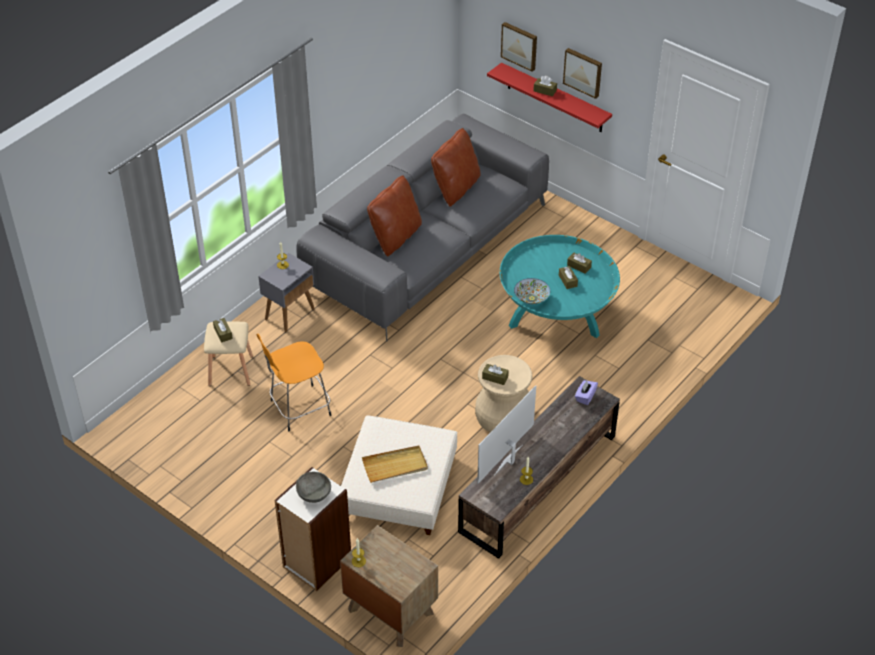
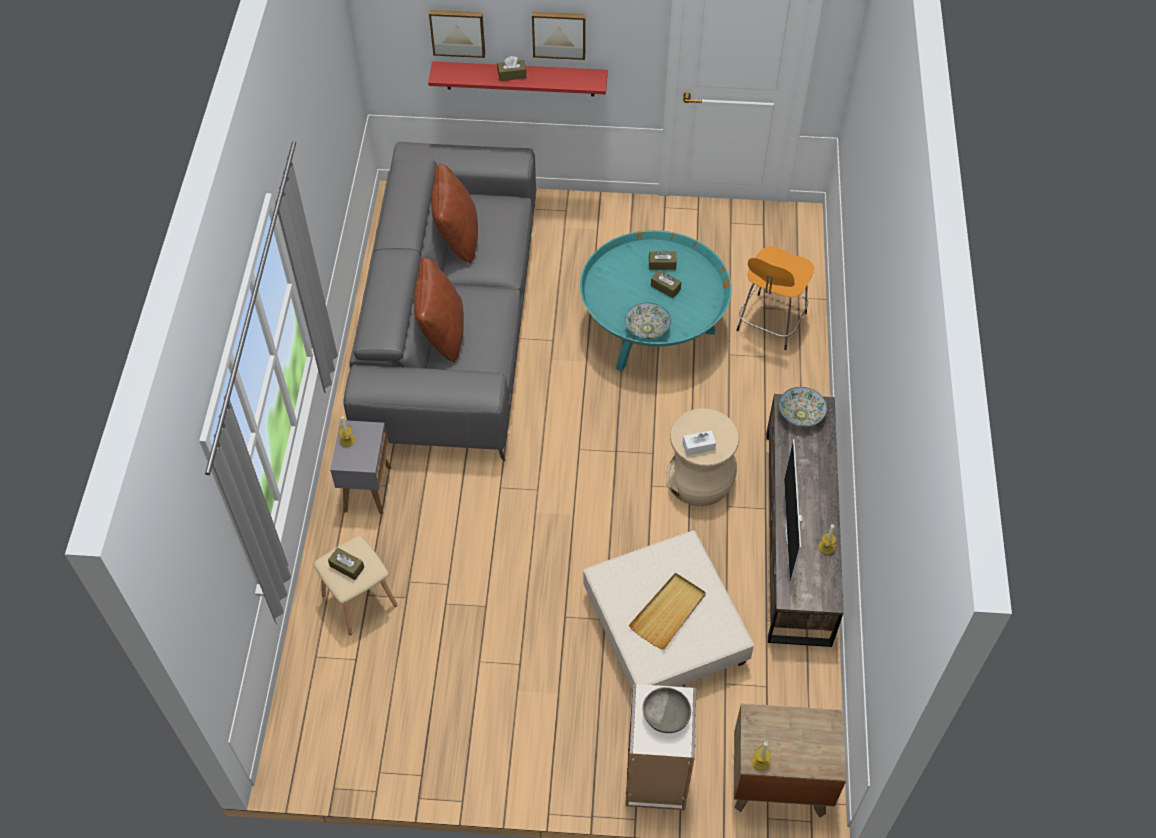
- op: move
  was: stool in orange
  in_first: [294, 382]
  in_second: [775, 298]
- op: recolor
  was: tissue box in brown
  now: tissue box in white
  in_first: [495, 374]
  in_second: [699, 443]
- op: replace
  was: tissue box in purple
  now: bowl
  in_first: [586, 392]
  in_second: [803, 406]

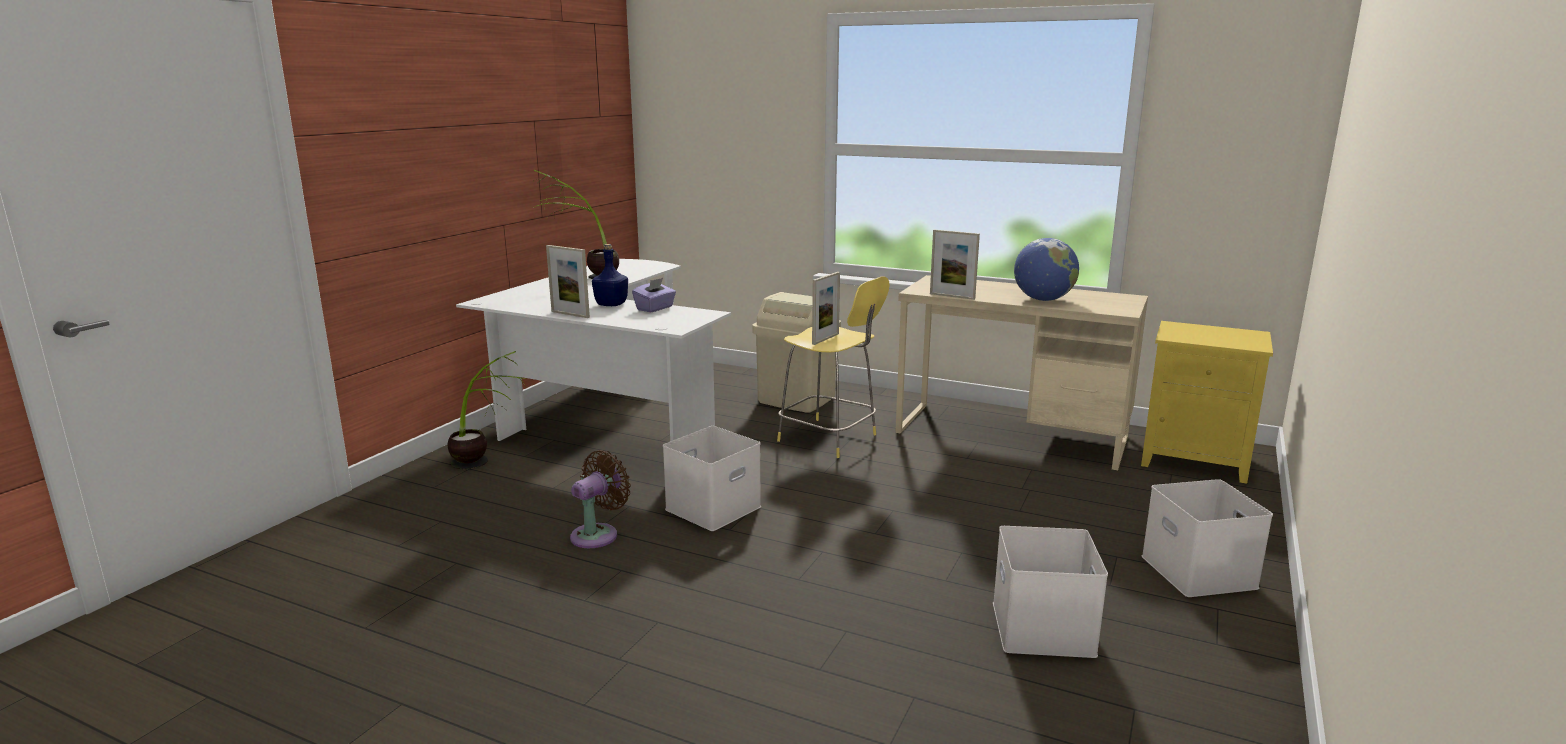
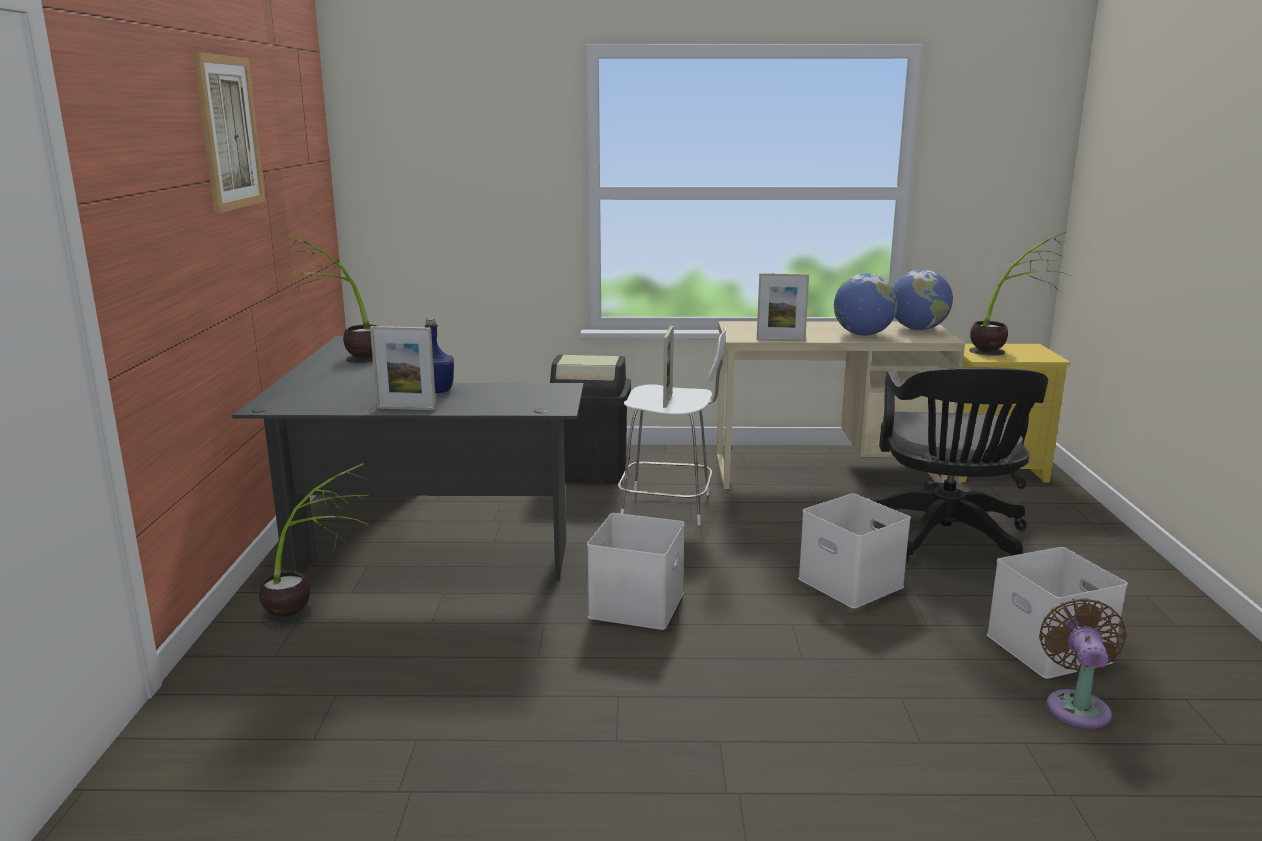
- op: recolor
  was: desk in white
  now: desk in black
  in_first: [593, 357]
  in_second: [407, 459]
- op: move
  was: fan in brown
  in_first: [600, 499]
  in_second: [1083, 663]
- op: delete
  was: tissue box in purple
  in_first: [654, 295]
- op: recolor
  was: trash can in beige
  now: trash can in black
  in_first: [796, 352]
  in_second: [590, 419]
- op: recolor
  was: stool in yellow
  now: stool in white
  in_first: [833, 367]
  in_second: [672, 425]
- op: move
  was: storage box in white
  in_first: [1207, 538]
  in_second: [854, 550]
- op: insert
  now: picture
  in_second: [229, 132]
- op: insert
  now: office chair in black
  in_second: [957, 464]
- op: insert
  now: globe
  in_second: [923, 299]
- op: insert
  now: potted plant
  in_second: [1020, 293]

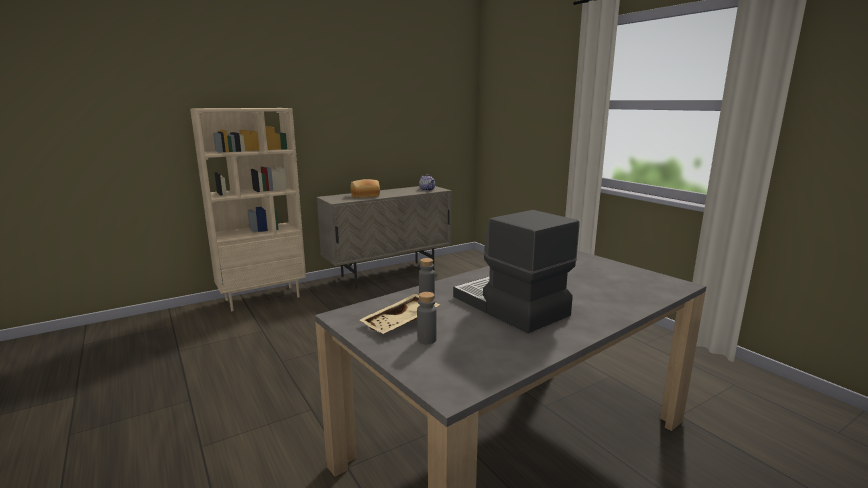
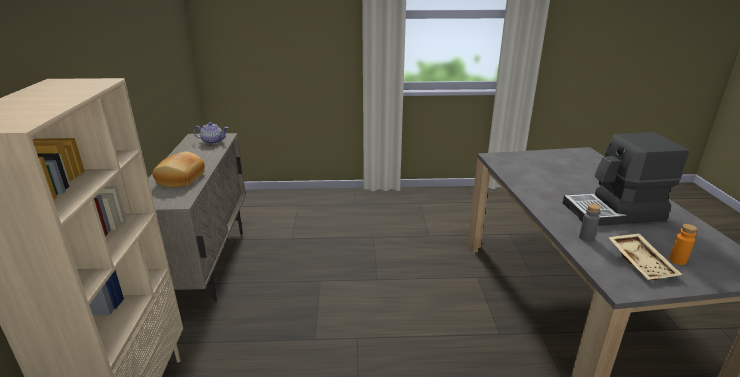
- op: recolor
  was: bottle in grey
  now: bottle in orange
  in_first: [427, 318]
  in_second: [683, 244]

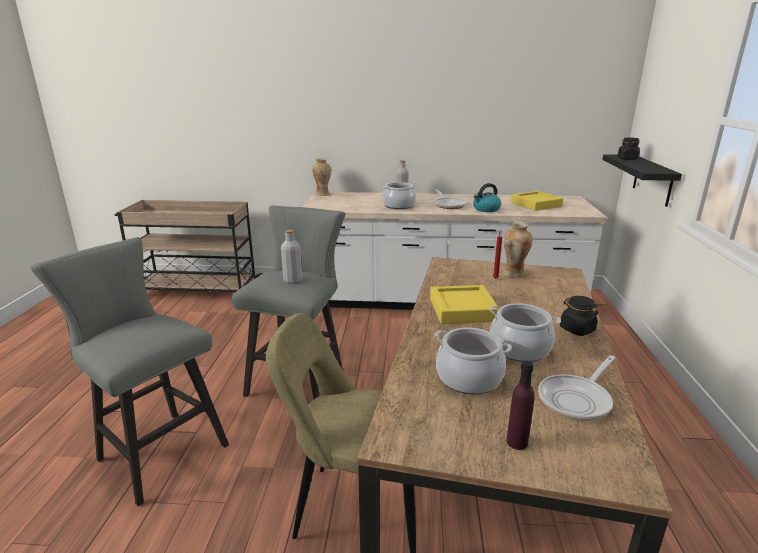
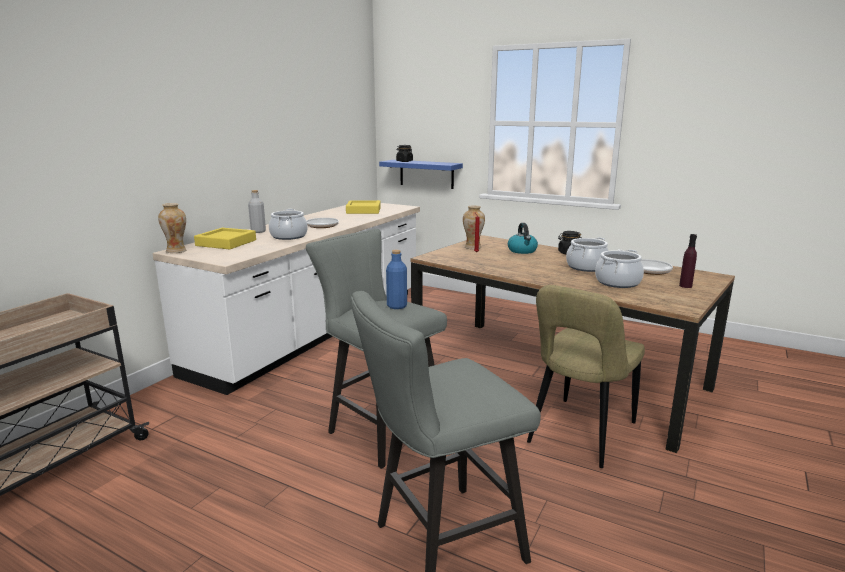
- op: recolor
  was: bottle in grey
  now: bottle in blue
  in_first: [291, 257]
  in_second: [396, 279]
- op: move
  was: tray in yellow
  in_first: [464, 304]
  in_second: [225, 238]
- op: move
  was: kettle
  in_first: [487, 197]
  in_second: [523, 238]
- op: recolor
  was: shelf in black
  now: shelf in blue
  in_first: [642, 180]
  in_second: [421, 174]

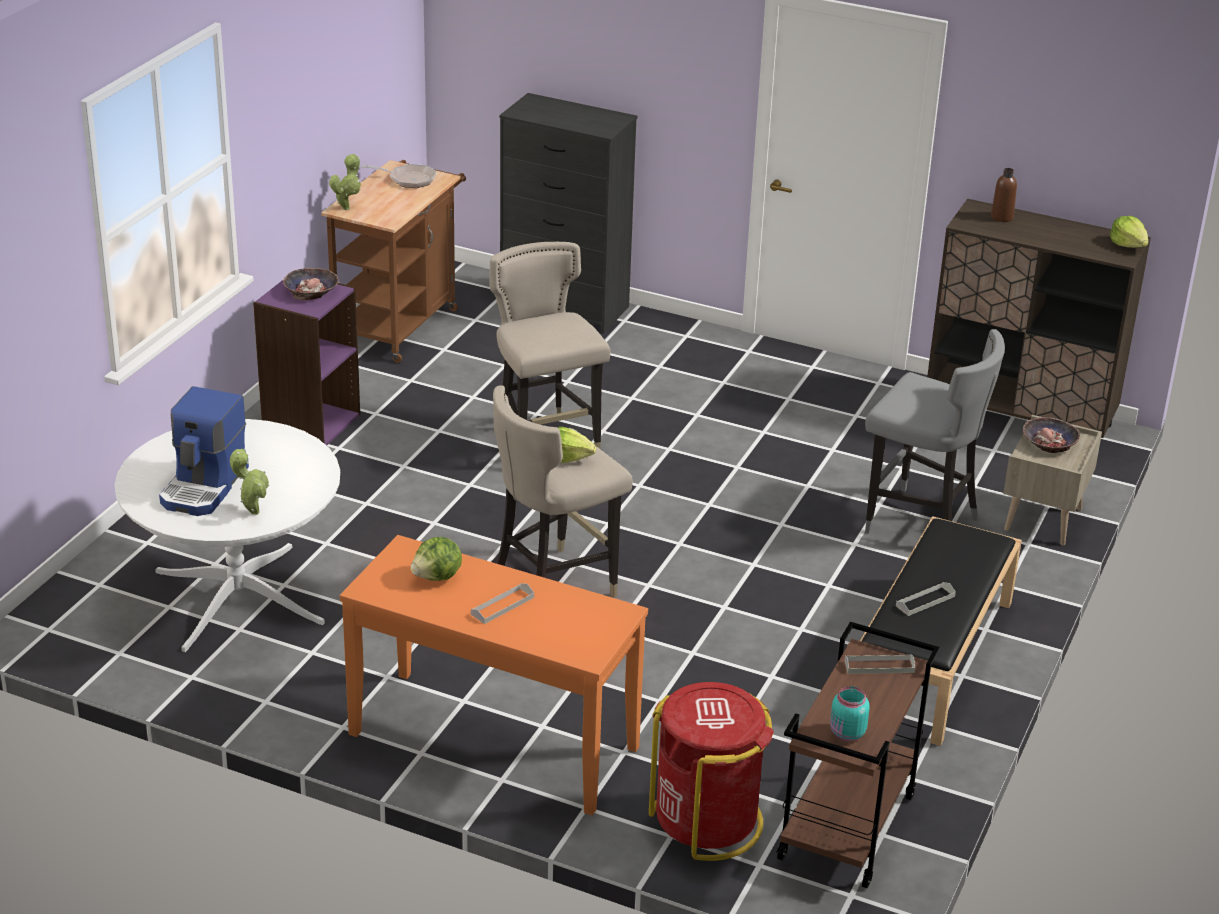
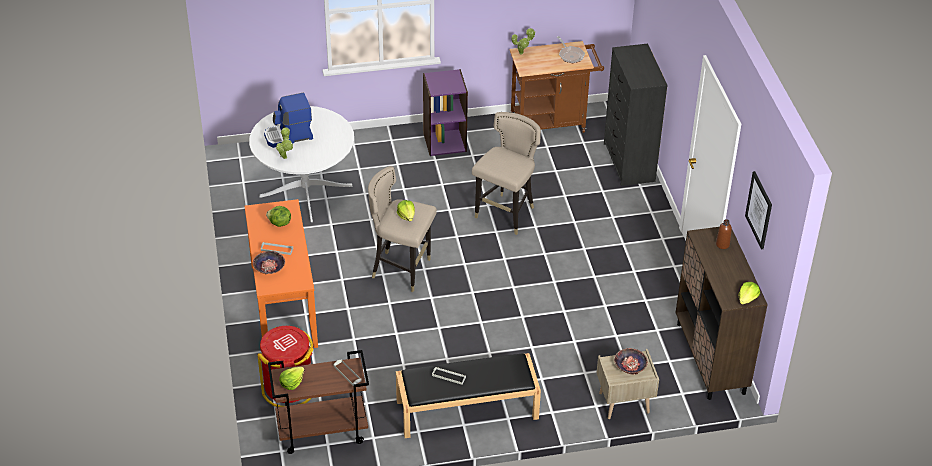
- op: move
  was: bowl
  in_first: [311, 284]
  in_second: [269, 262]
- op: replace
  was: jar in turquoise
  now: lettuce
  in_first: [850, 713]
  in_second: [292, 378]
- op: delete
  was: stool in grey
  in_first: [935, 431]
- op: insert
  now: picture
  in_second: [758, 210]

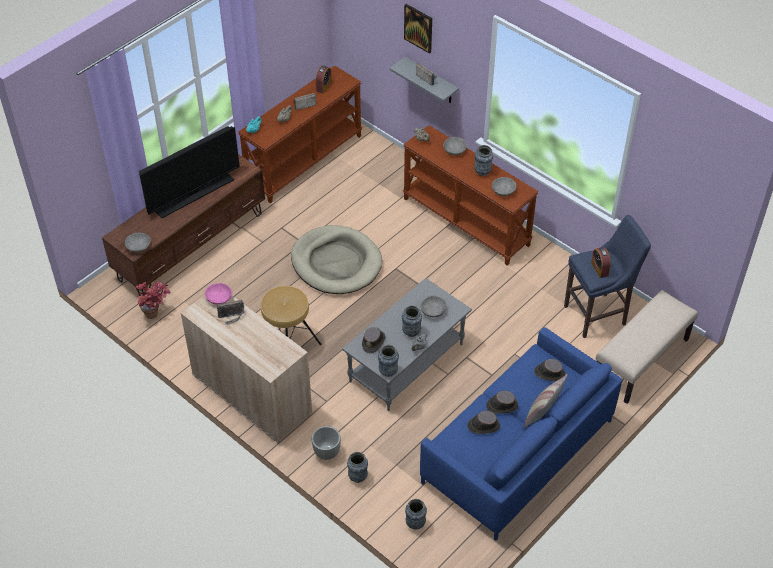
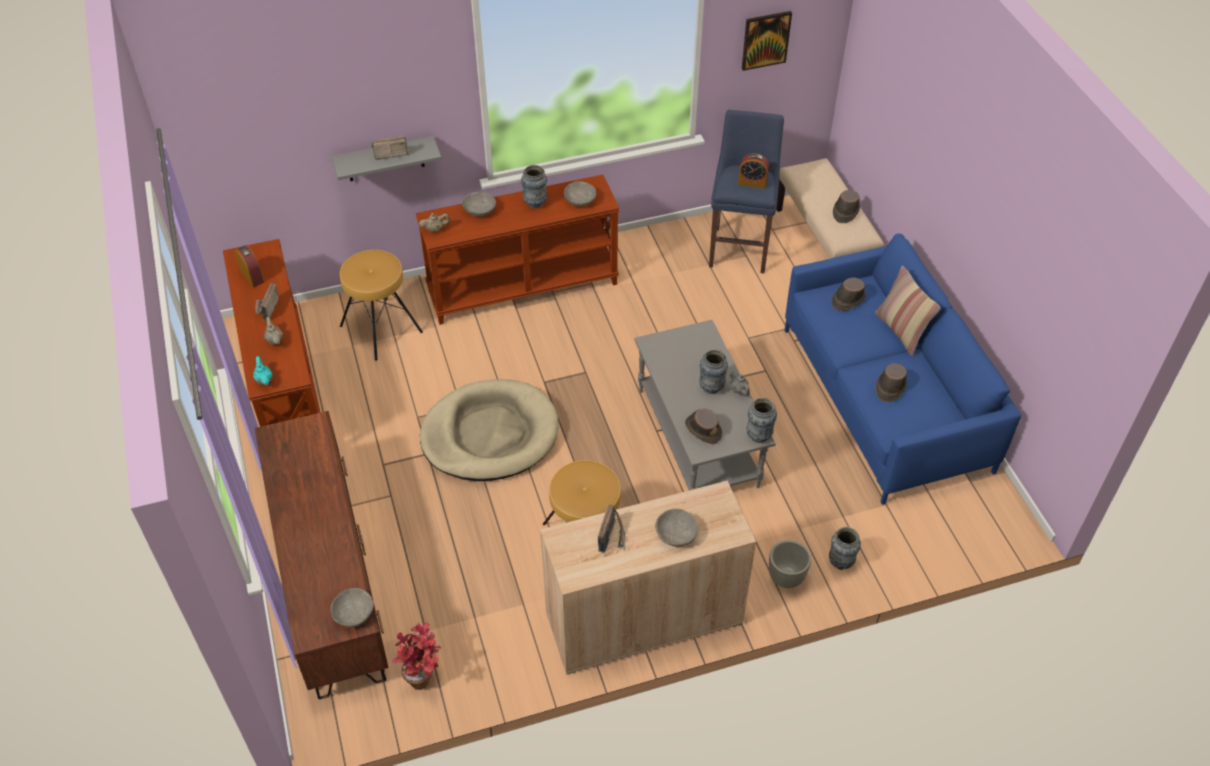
- op: delete
  was: television
  in_first: [189, 172]
- op: delete
  was: bowl in pink
  in_first: [218, 294]
- op: move
  was: picture
  in_first: [418, 29]
  in_second: [767, 41]
- op: delete
  was: vase
  in_first: [416, 514]
- op: move
  was: bowl in grey
  in_first: [433, 306]
  in_second: [676, 528]
- op: move
  was: hat in brown
  in_first: [502, 402]
  in_second: [846, 206]
- op: insert
  now: stool in brown
  in_second: [381, 305]

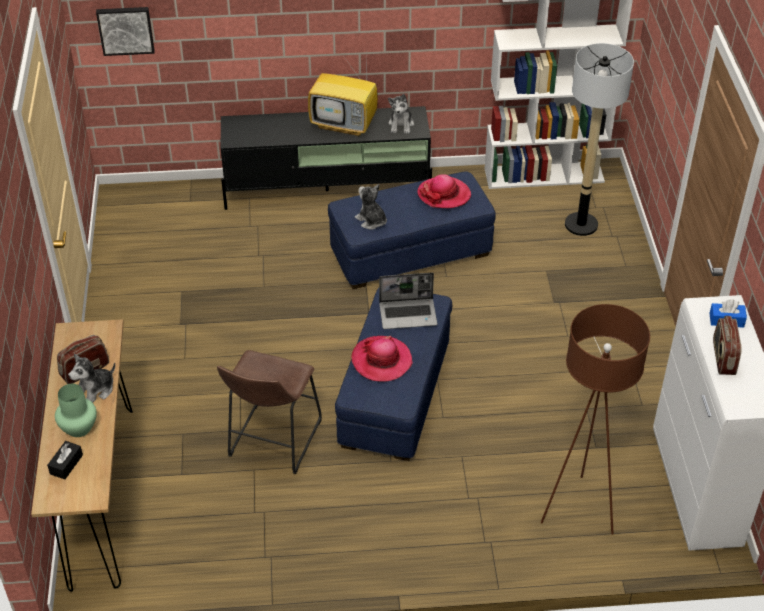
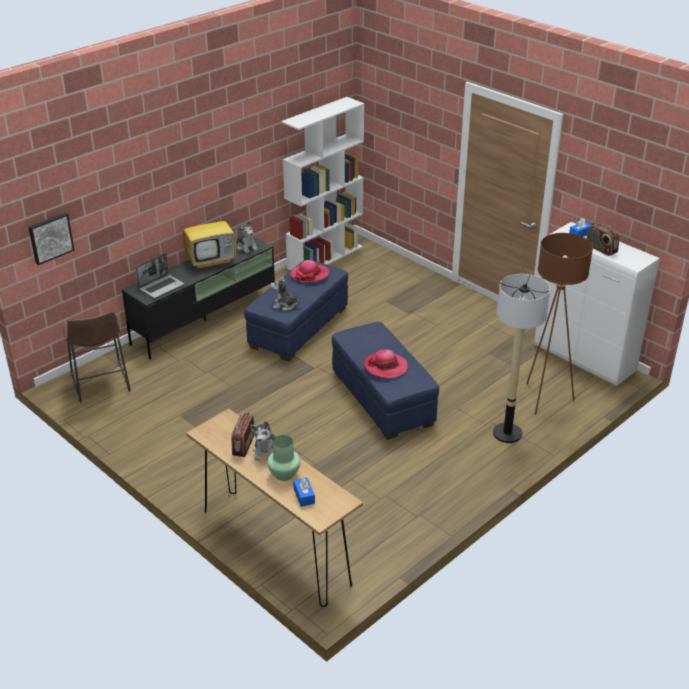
- op: recolor
  was: tissue box in black
  now: tissue box in blue
  in_first: [65, 460]
  in_second: [304, 492]
- op: move
  was: stool in brown
  in_first: [269, 412]
  in_second: [96, 357]
- op: move
  was: laptop
  in_first: [408, 301]
  in_second: [159, 275]
- op: move
  was: floor lamp
  in_first: [599, 139]
  in_second: [521, 358]

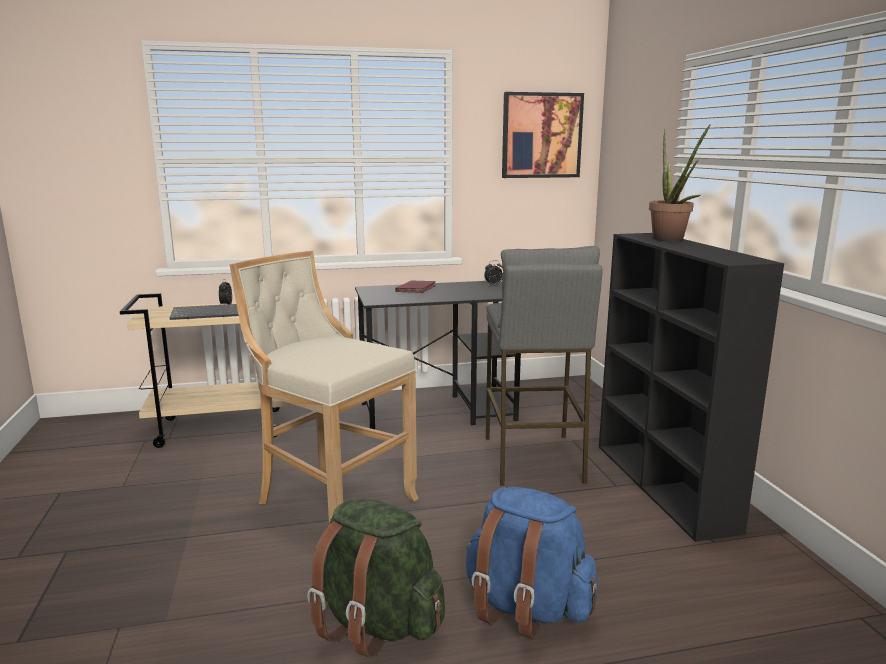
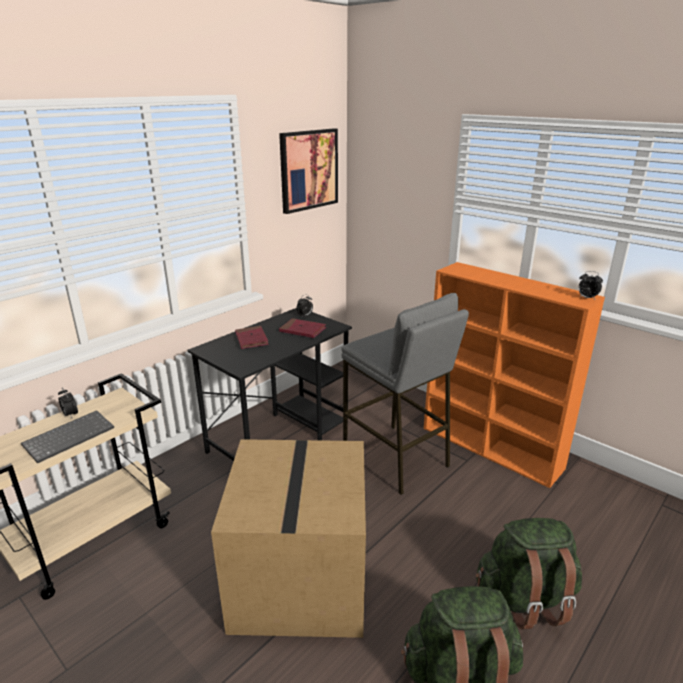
- op: replace
  was: stool in beige
  now: cardboard box
  in_first: [324, 387]
  in_second: [288, 538]
- op: recolor
  was: backpack in blue
  now: backpack in green
  in_first: [532, 563]
  in_second: [529, 574]
- op: recolor
  was: bookcase in black
  now: bookcase in orange
  in_first: [691, 387]
  in_second: [514, 375]
- op: delete
  was: potted plant
  in_first: [679, 183]
- op: insert
  now: book in red
  in_second: [302, 328]
- op: insert
  now: alarm clock
  in_second: [591, 285]

